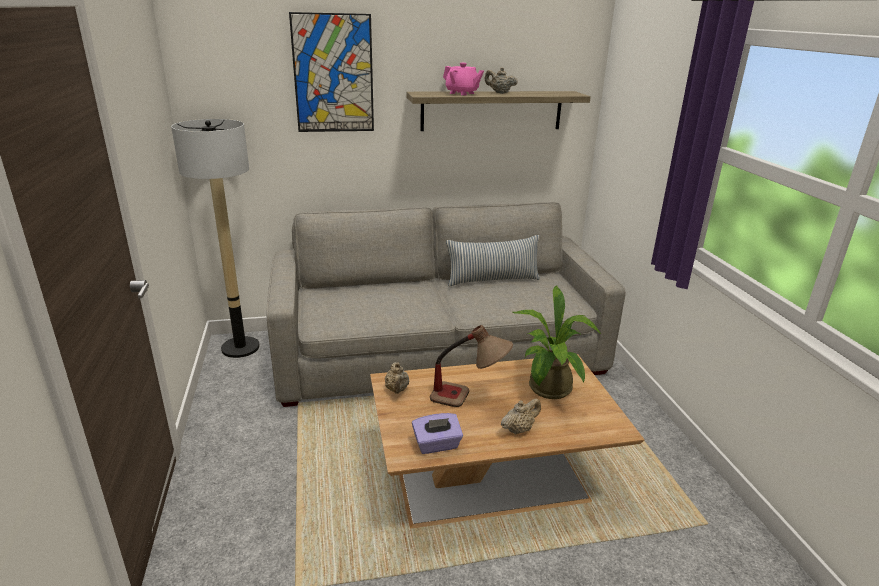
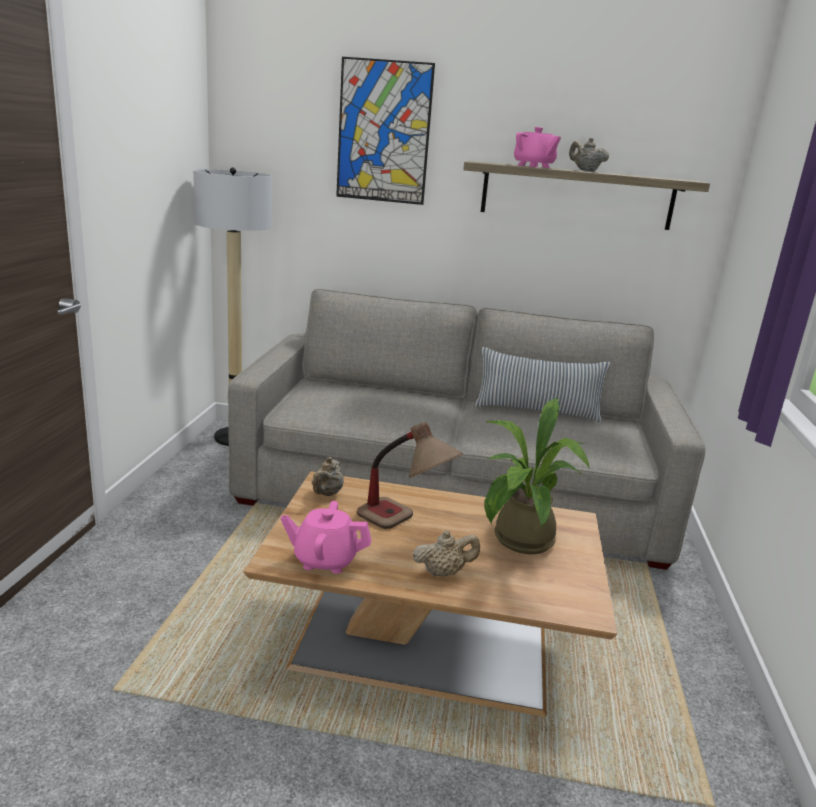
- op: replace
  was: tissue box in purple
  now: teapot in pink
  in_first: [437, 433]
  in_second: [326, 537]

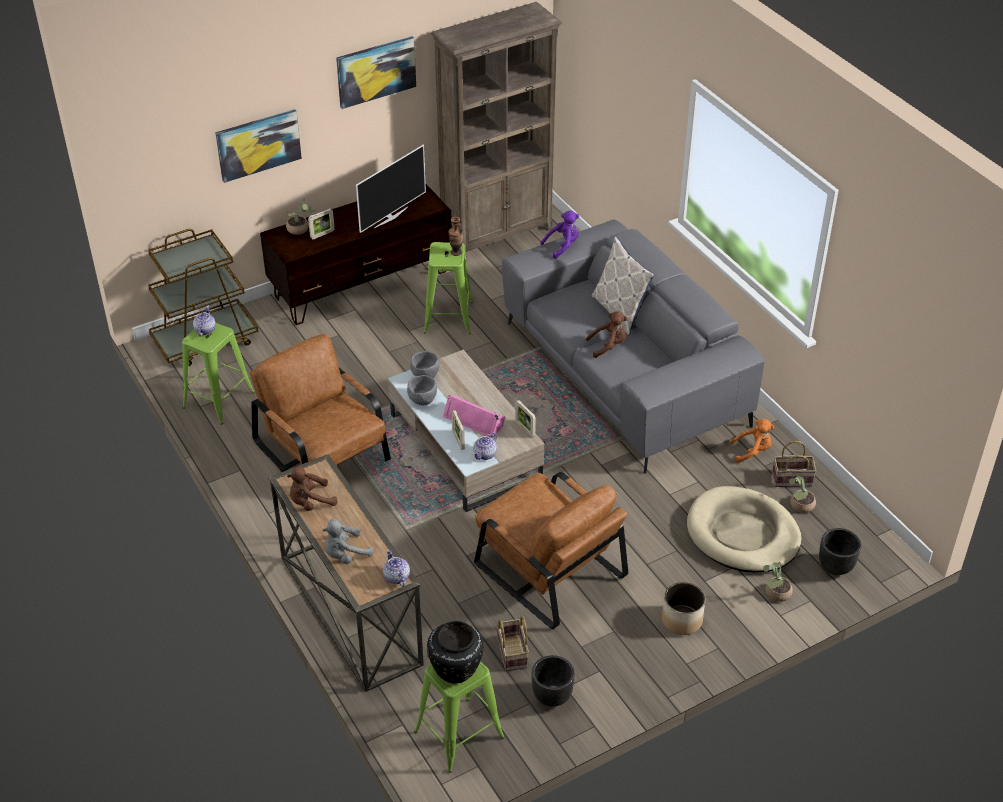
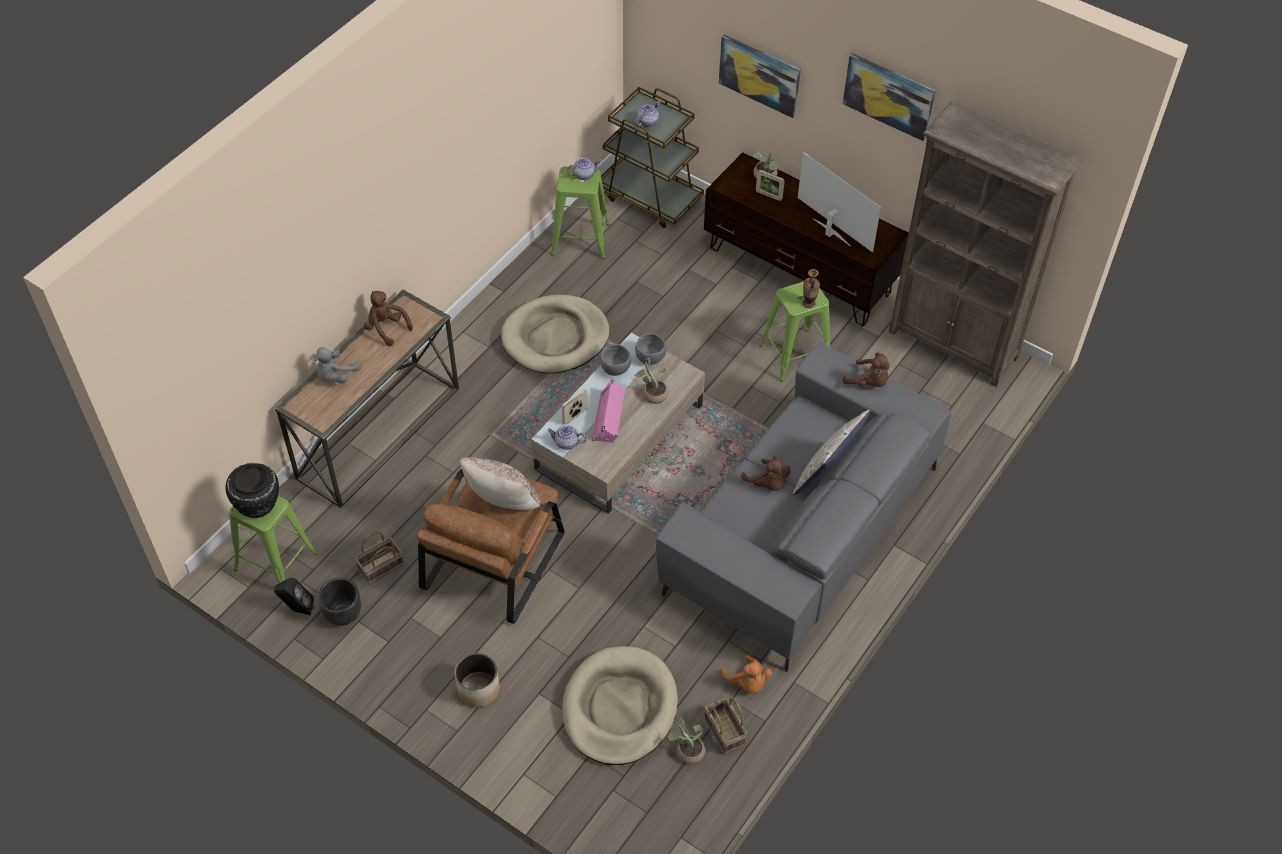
- op: replace
  was: armchair in brown
  now: dog bed in beige
  in_first: [320, 403]
  in_second: [555, 334]
- op: rotate
  was: plush toy in grey
  in_first: [348, 541]
  in_second: [338, 365]
  clockwise: -90
- op: rotate
  was: television
  in_first: [391, 189]
  in_second: [839, 202]
  clockwise: -150
- op: move
  was: teapot
  in_first: [396, 568]
  in_second: [648, 114]
- op: delete
  was: picture frame
  in_first: [525, 419]
- op: recolor
  was: plush toy in purple
  now: plush toy in brown
  in_first: [559, 234]
  in_second: [866, 369]
- op: move
  was: potted plant
  in_first: [778, 582]
  in_second: [652, 380]
- op: delete
  was: planter in black
  in_first: [840, 551]
- op: insert
  now: speaker in black
  in_second: [294, 596]
- op: insert
  now: pillow in beige
  in_second: [500, 483]

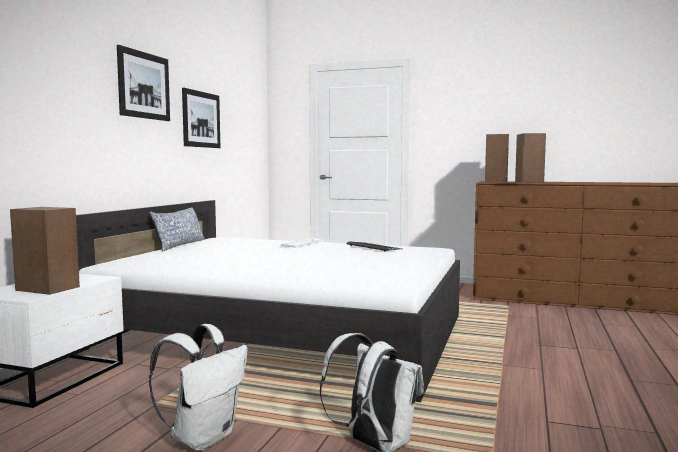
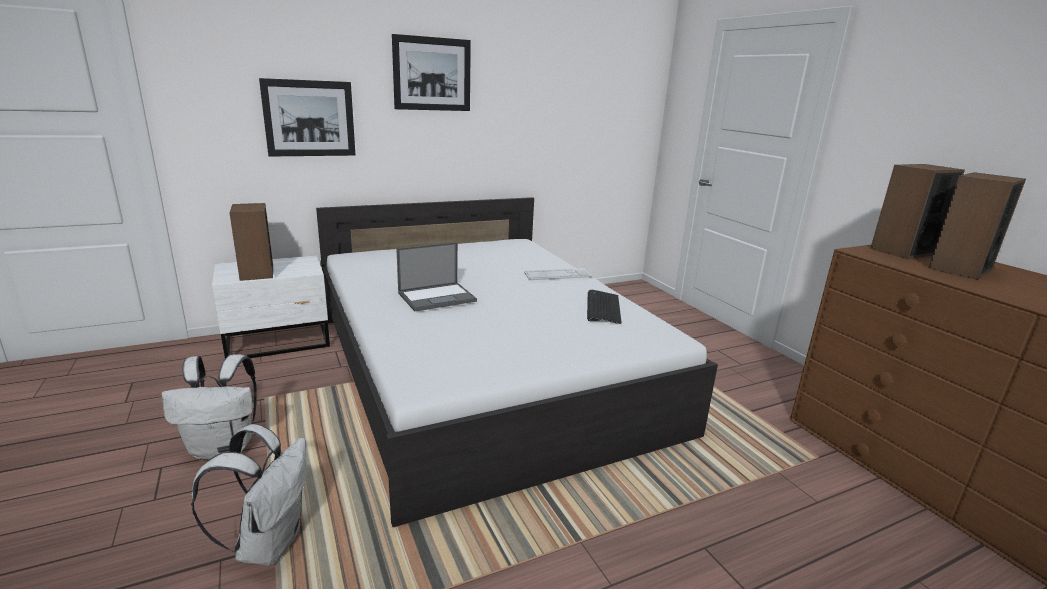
- op: delete
  was: pillow
  in_first: [177, 229]
- op: move
  was: picture
  in_first: [201, 118]
  in_second: [307, 117]
- op: insert
  now: laptop
  in_second: [436, 276]

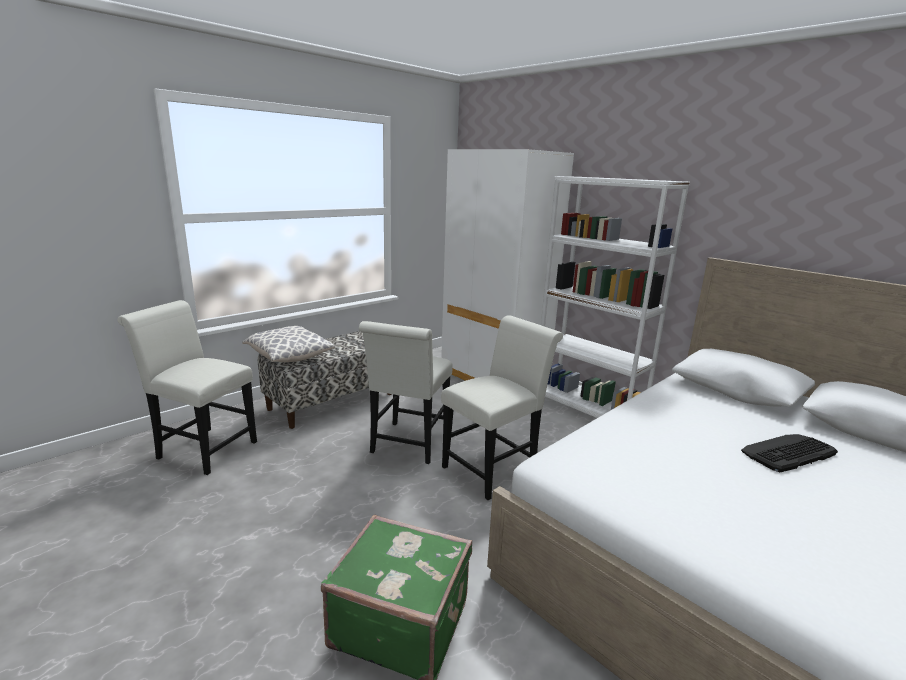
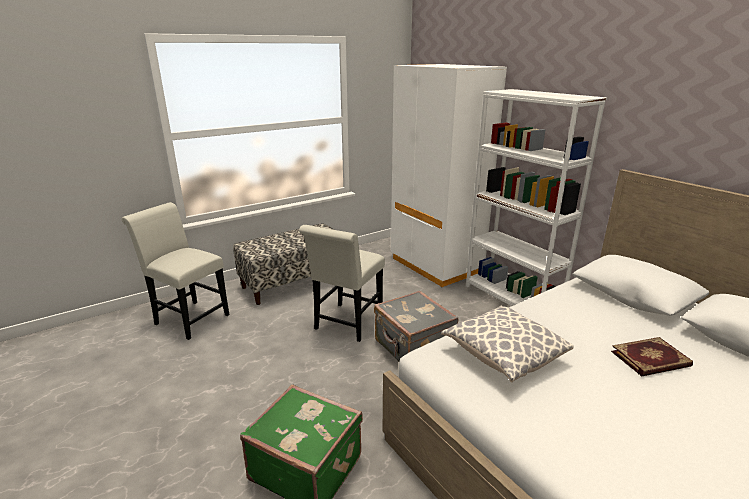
- op: move
  was: pillow
  in_first: [288, 344]
  in_second: [507, 344]
- op: replace
  was: chair in white
  now: suitcase in grey
  in_first: [502, 407]
  in_second: [416, 326]
- op: replace
  was: keyboard
  now: book
  in_first: [789, 453]
  in_second: [652, 356]

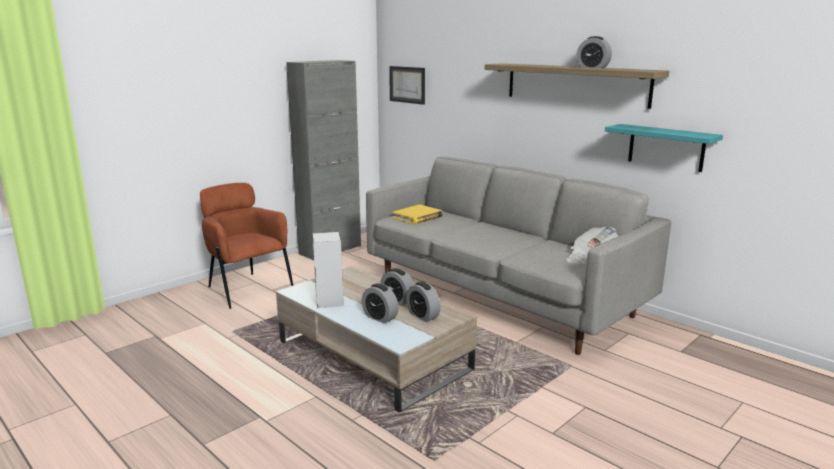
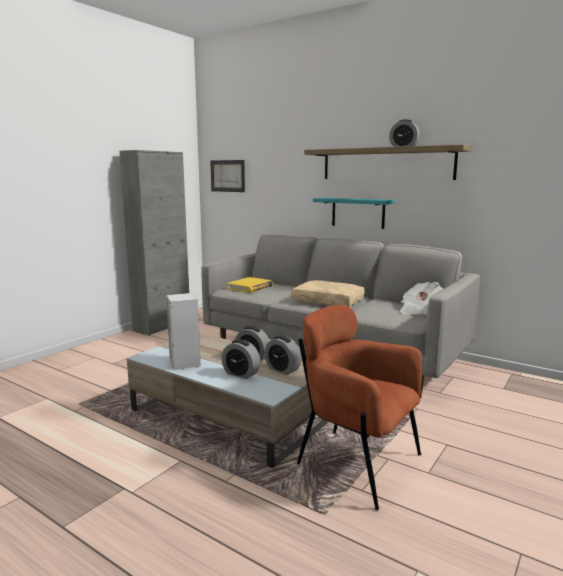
- op: move
  was: armchair in brown
  in_first: [246, 246]
  in_second: [359, 407]
- op: move
  was: shelf in turquoise
  in_first: [664, 148]
  in_second: [354, 213]
- op: insert
  now: pillow in beige
  in_second: [328, 293]

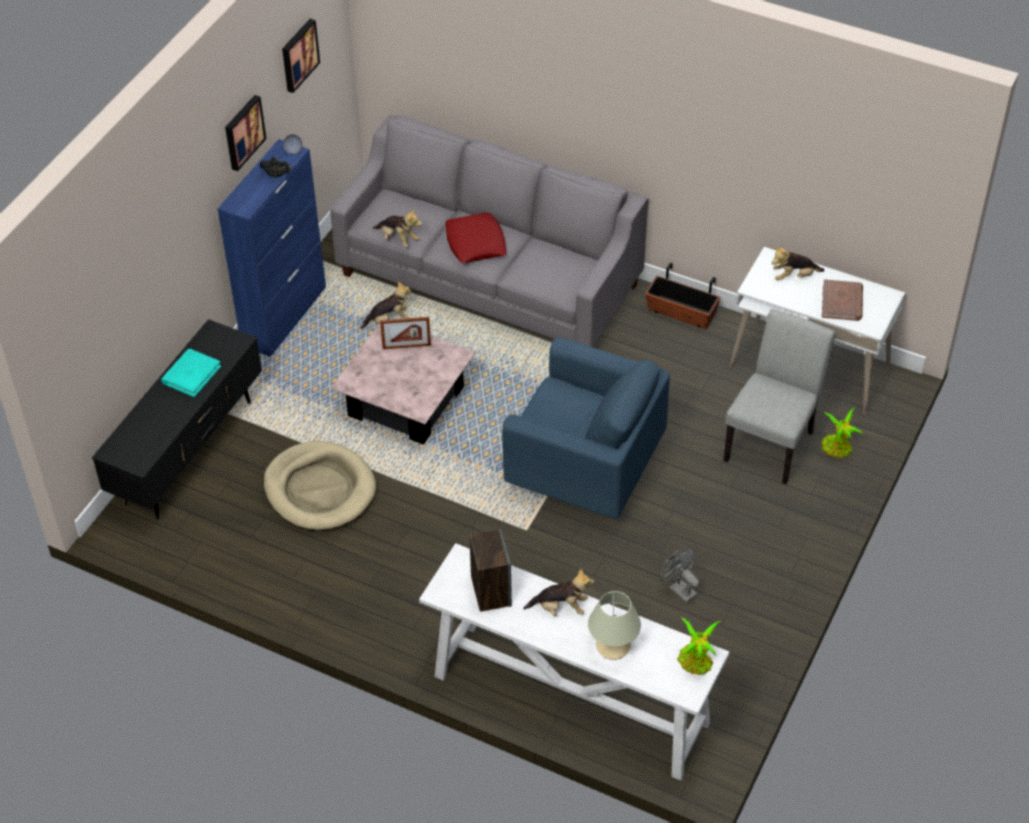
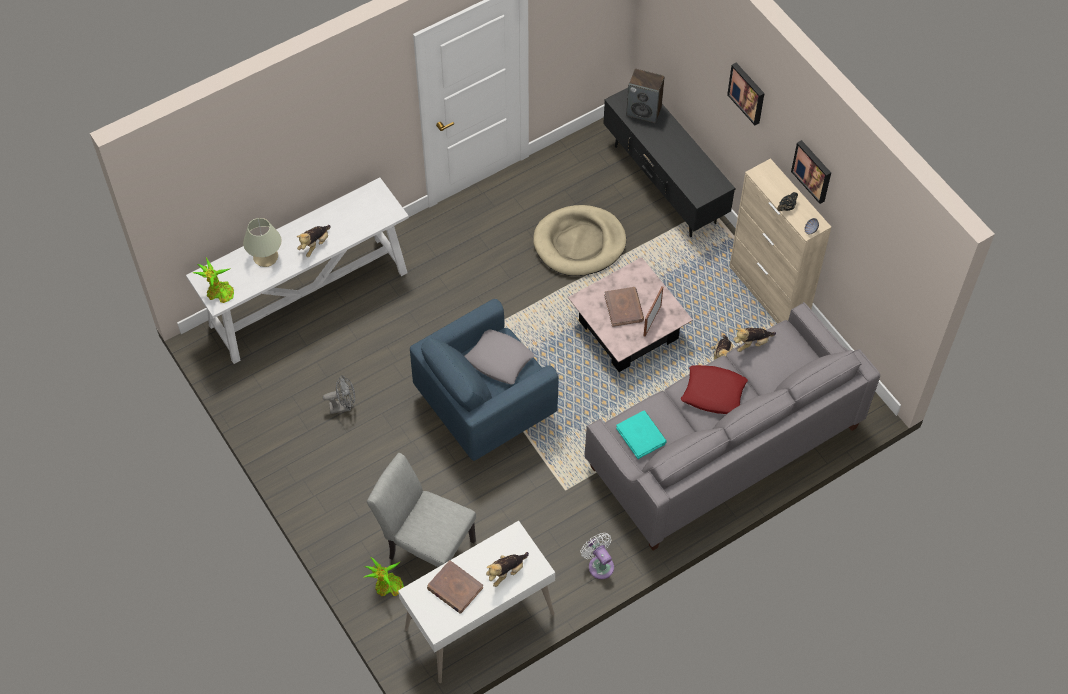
- op: move
  was: book in turquoise
  in_first: [191, 373]
  in_second: [641, 434]
- op: recolor
  was: cabinet in blue
  now: cabinet in beige
  in_first: [272, 248]
  in_second: [780, 241]
- op: move
  was: picture
  in_first: [301, 56]
  in_second: [746, 94]
- op: move
  was: speaker
  in_first: [490, 570]
  in_second: [645, 95]
- op: replace
  was: planter
  now: fan in white
  in_first: [682, 295]
  in_second: [597, 556]
- op: rotate
  was: chair in grey
  in_first: [779, 397]
  in_second: [421, 510]
  clockwise: 150
- op: rotate
  was: plush toy
  in_first: [798, 263]
  in_second: [507, 569]
  clockwise: -150
- op: insert
  now: pillow in grey
  in_second: [499, 356]
- op: insert
  now: book in brown
  in_second: [624, 307]

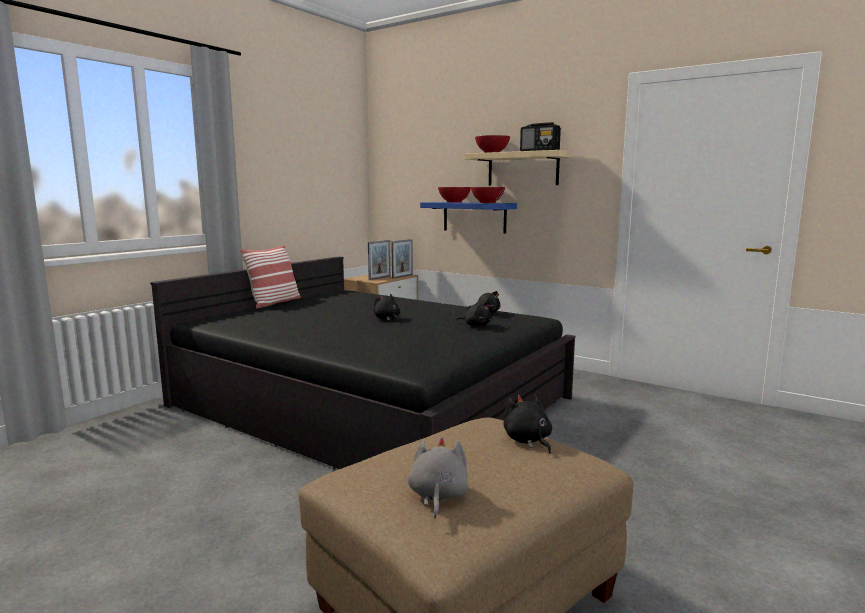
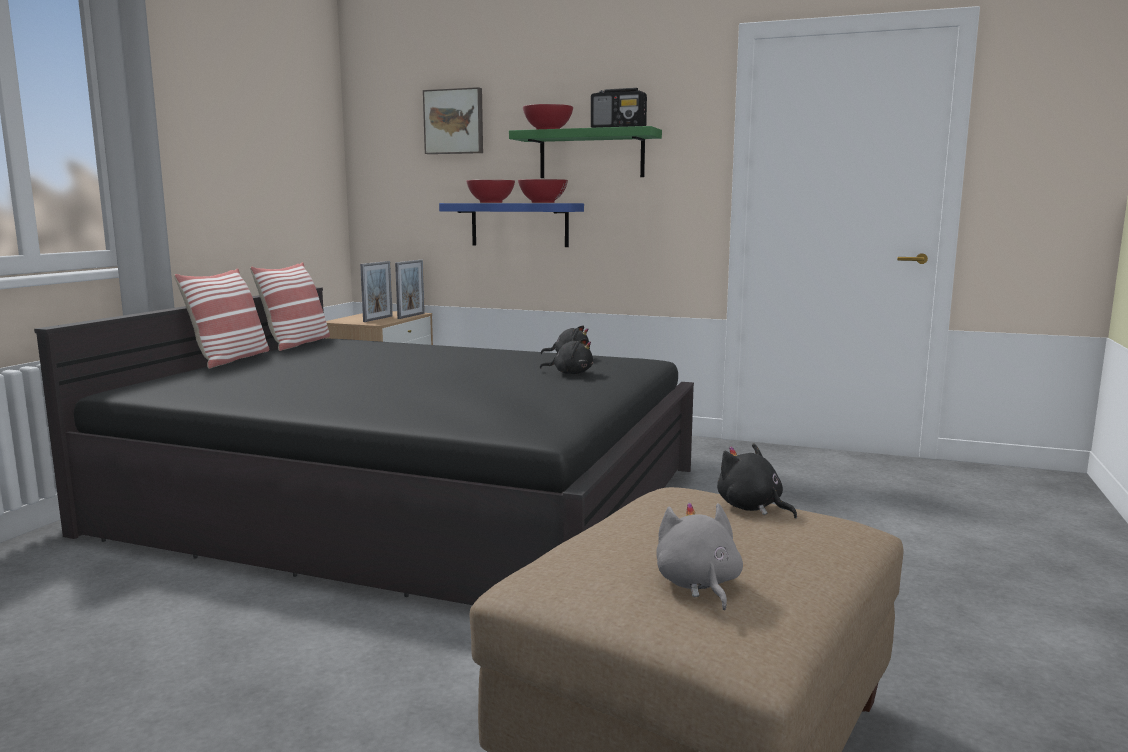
- op: delete
  was: plush toy in black
  in_first: [386, 307]
- op: recolor
  was: shelf in beige
  now: shelf in green
  in_first: [518, 167]
  in_second: [585, 152]
- op: insert
  now: pillow
  in_second: [290, 306]
- op: insert
  now: picture
  in_second: [453, 120]

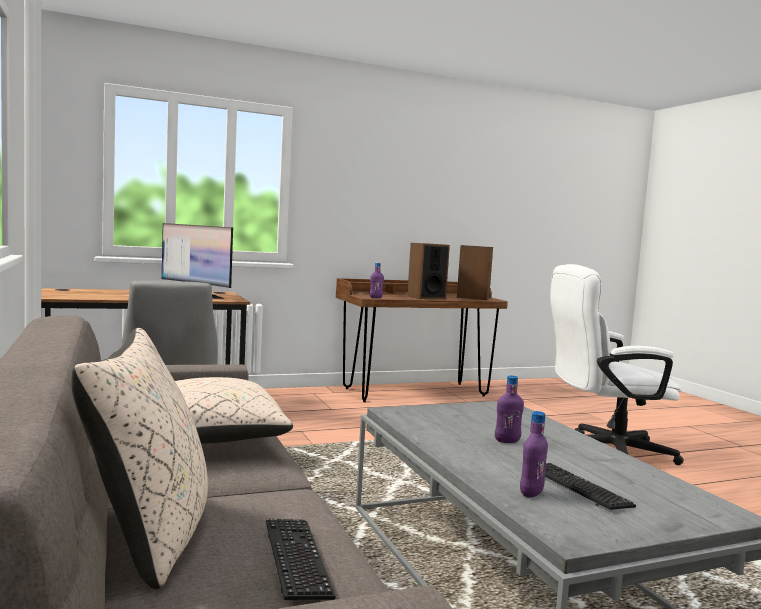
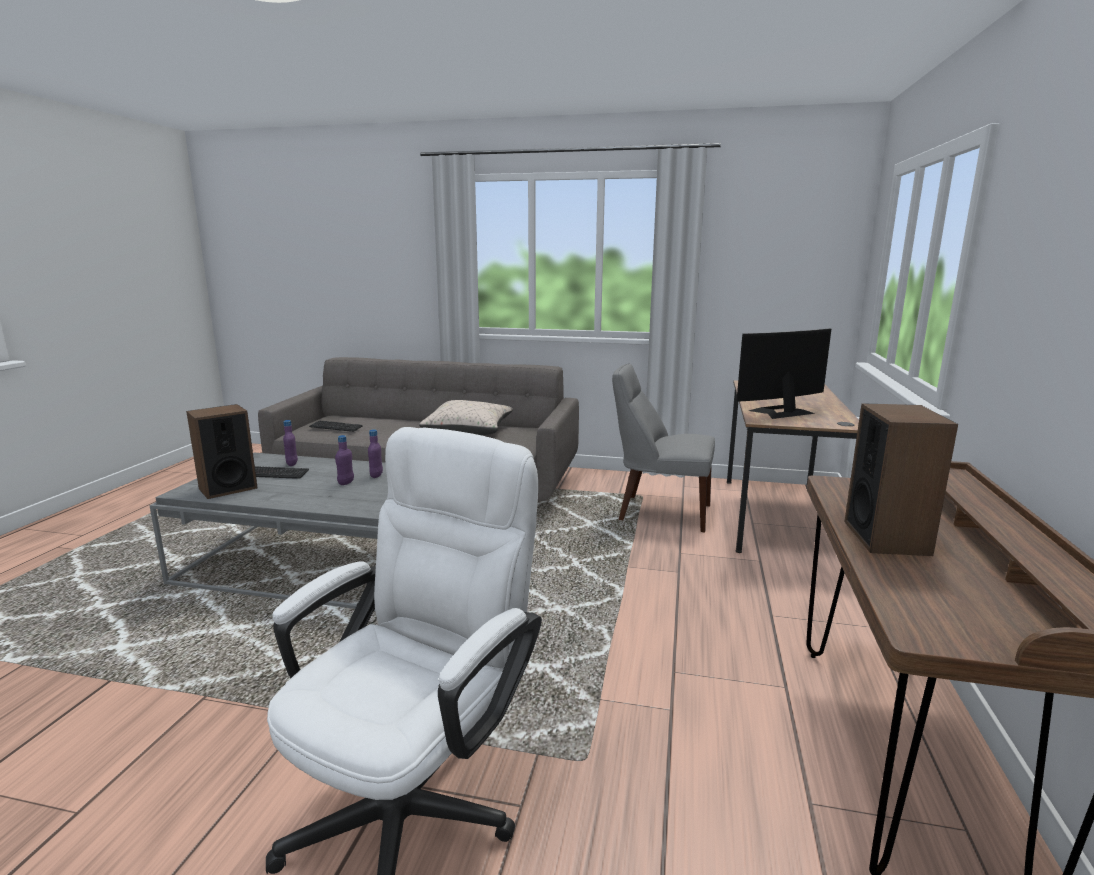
- op: delete
  was: pillow in beige
  in_first: [139, 458]
- op: move
  was: bottle in purple
  in_first: [377, 280]
  in_second: [375, 453]
- op: move
  was: speaker
  in_first: [475, 272]
  in_second: [222, 451]

